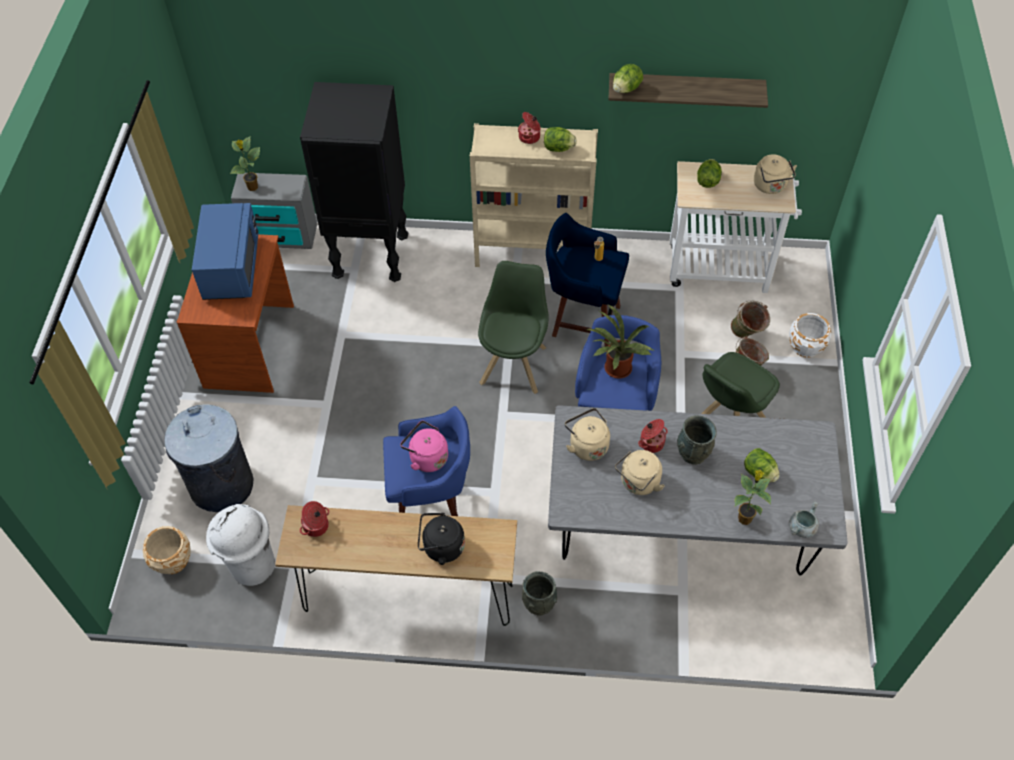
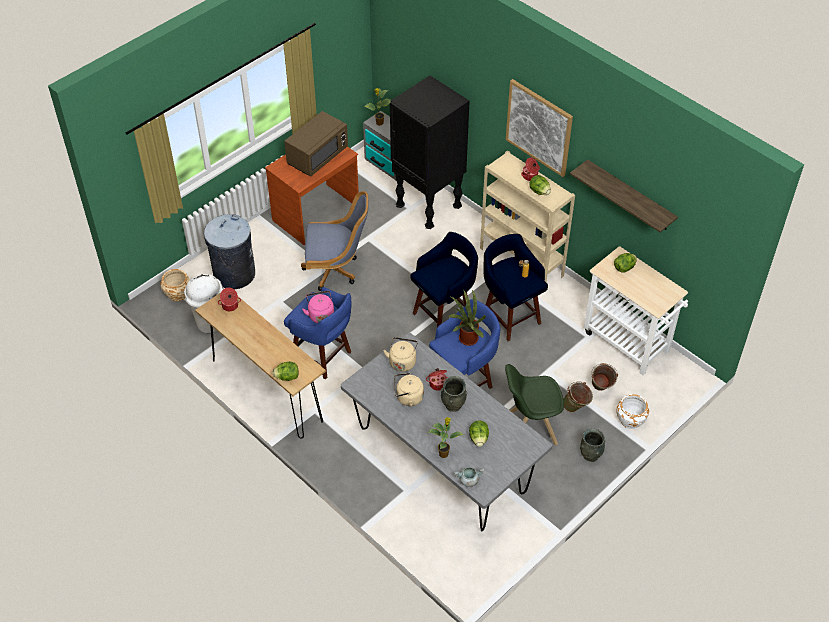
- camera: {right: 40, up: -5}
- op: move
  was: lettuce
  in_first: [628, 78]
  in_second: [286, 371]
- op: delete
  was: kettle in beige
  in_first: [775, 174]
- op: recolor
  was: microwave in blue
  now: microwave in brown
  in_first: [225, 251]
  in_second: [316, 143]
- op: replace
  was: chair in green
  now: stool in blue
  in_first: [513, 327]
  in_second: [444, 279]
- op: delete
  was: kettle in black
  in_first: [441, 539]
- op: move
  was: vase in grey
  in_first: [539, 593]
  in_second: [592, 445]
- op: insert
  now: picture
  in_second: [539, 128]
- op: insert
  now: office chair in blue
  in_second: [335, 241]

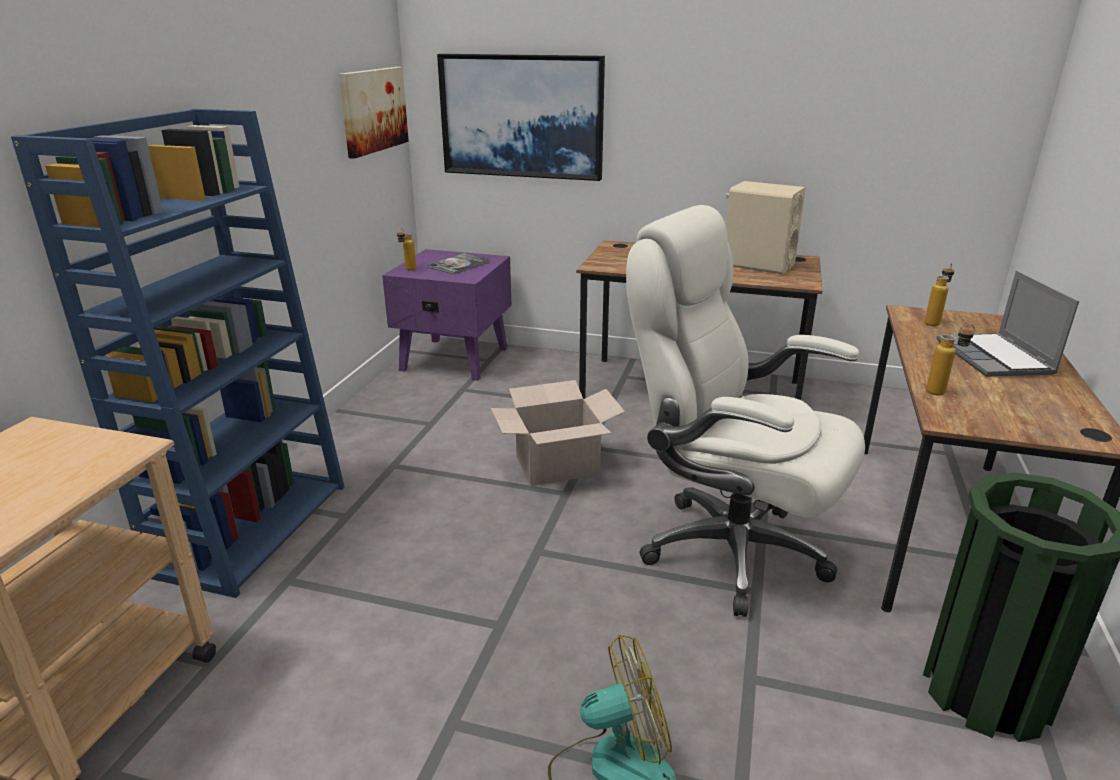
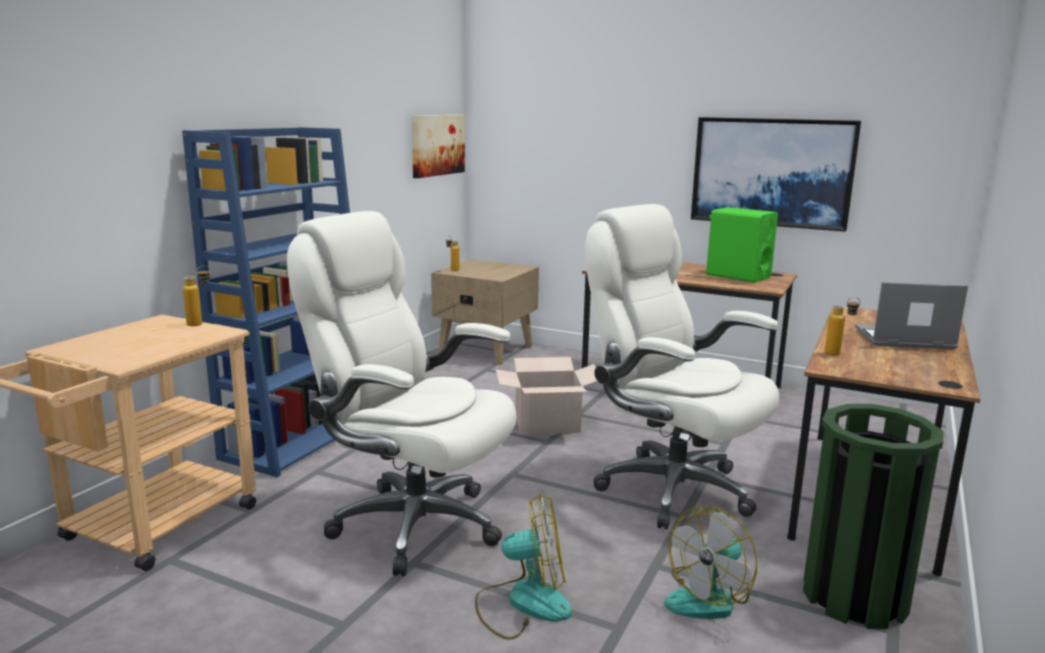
- camera: {right: 10, up: -10}
- op: move
  was: picture
  in_first: [521, 117]
  in_second: [776, 174]
- op: recolor
  was: speaker in beige
  now: speaker in green
  in_first: [765, 227]
  in_second: [742, 245]
- op: recolor
  was: nightstand in purple
  now: nightstand in beige
  in_first: [446, 315]
  in_second: [485, 312]
- op: delete
  was: book
  in_first: [459, 263]
- op: move
  was: bottle
  in_first: [939, 294]
  in_second: [196, 295]
- op: rotate
  was: laptop
  in_first: [1008, 324]
  in_second: [911, 315]
  clockwise: 90
- op: insert
  now: office chair in white
  in_second: [401, 393]
- op: insert
  now: fan
  in_second: [711, 562]

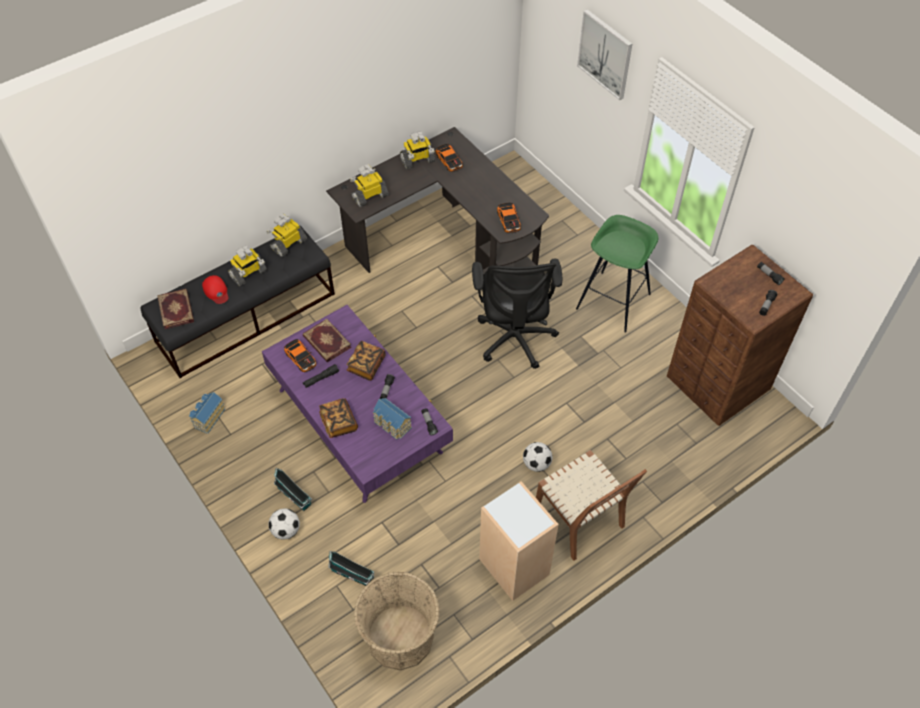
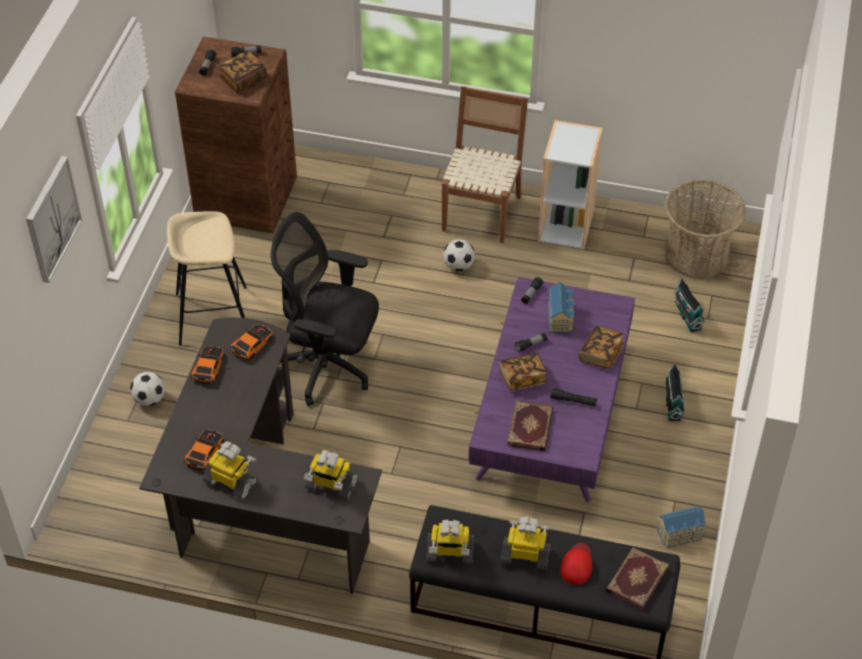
- camera: {right: -130, up: -5}
- op: recolor
  was: stool in green
  now: stool in beige
  in_first: [617, 274]
  in_second: [206, 278]
- op: rotate
  was: office chair in black
  in_first: [517, 313]
  in_second: [325, 309]
  clockwise: -120
- op: move
  was: toy car
  in_first: [300, 355]
  in_second: [207, 364]
- op: move
  was: football
  in_first: [284, 524]
  in_second: [147, 389]
- op: insert
  now: book
  in_second: [242, 71]

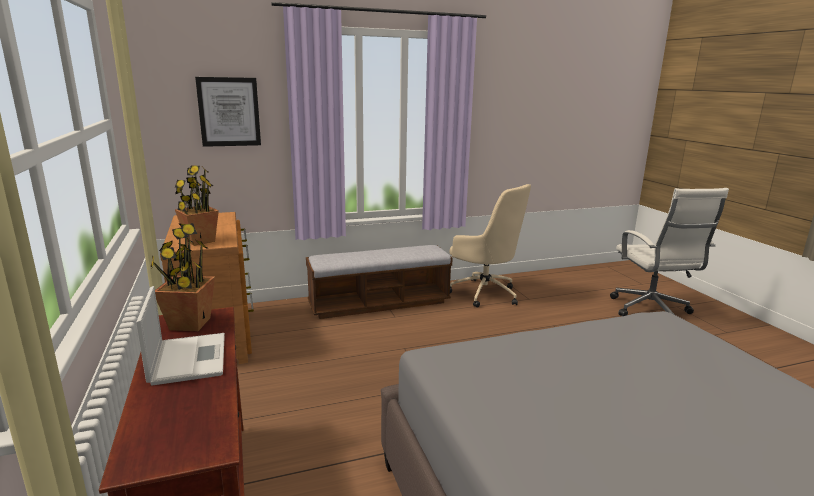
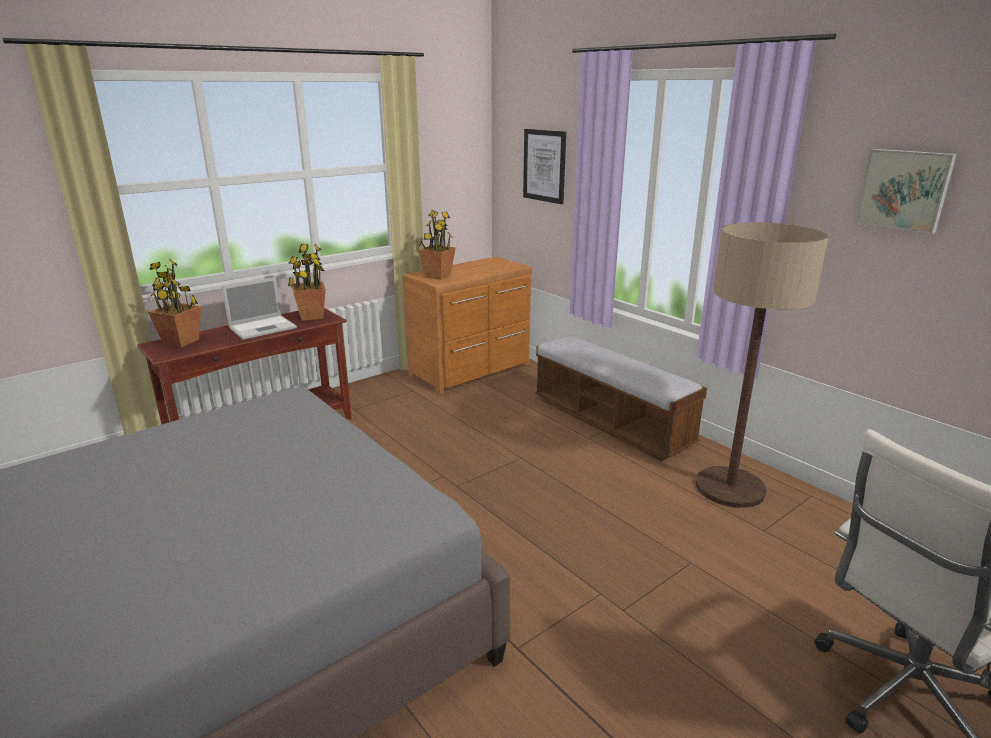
- camera: {right: 70, up: 5}
- op: replace
  was: office chair in beige
  now: floor lamp
  in_first: [490, 245]
  in_second: [762, 365]
- op: insert
  now: picture
  in_second: [905, 191]
- op: insert
  now: potted plant
  in_second: [174, 302]

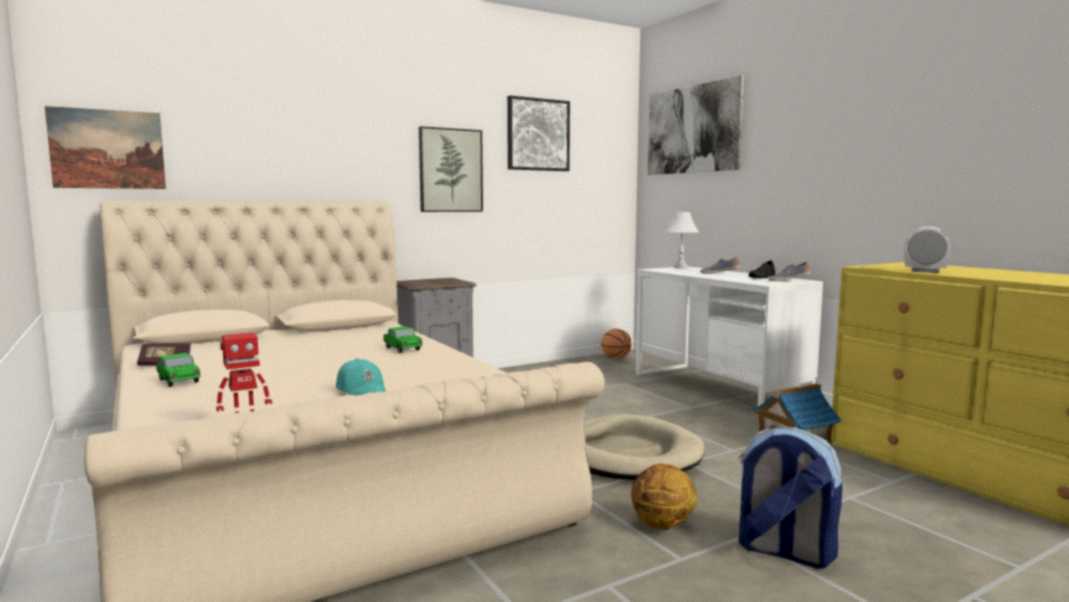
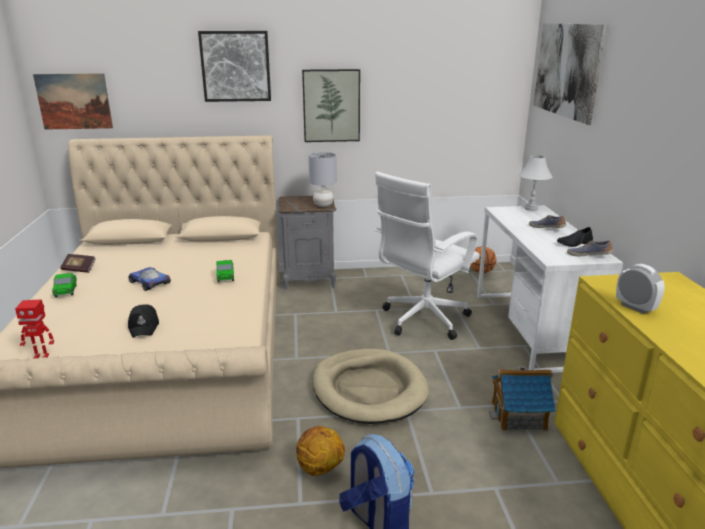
- camera: {right: 25, up: 15}
- op: move
  was: picture
  in_first: [538, 133]
  in_second: [234, 66]
- op: recolor
  was: cap in turquoise
  now: cap in black
  in_first: [361, 377]
  in_second: [143, 321]
- op: insert
  now: table lamp in grey
  in_second: [322, 179]
- op: insert
  now: office chair in white
  in_second: [427, 256]
- op: insert
  now: toy car
  in_second: [150, 279]

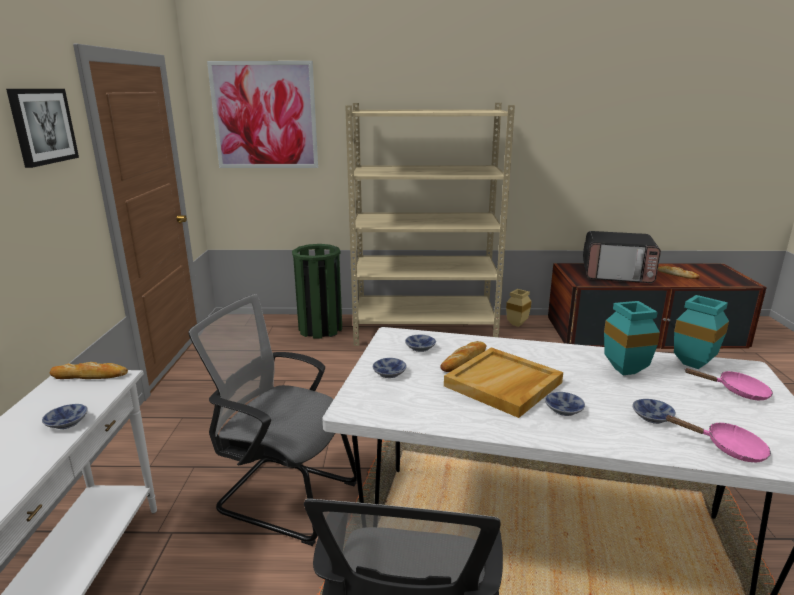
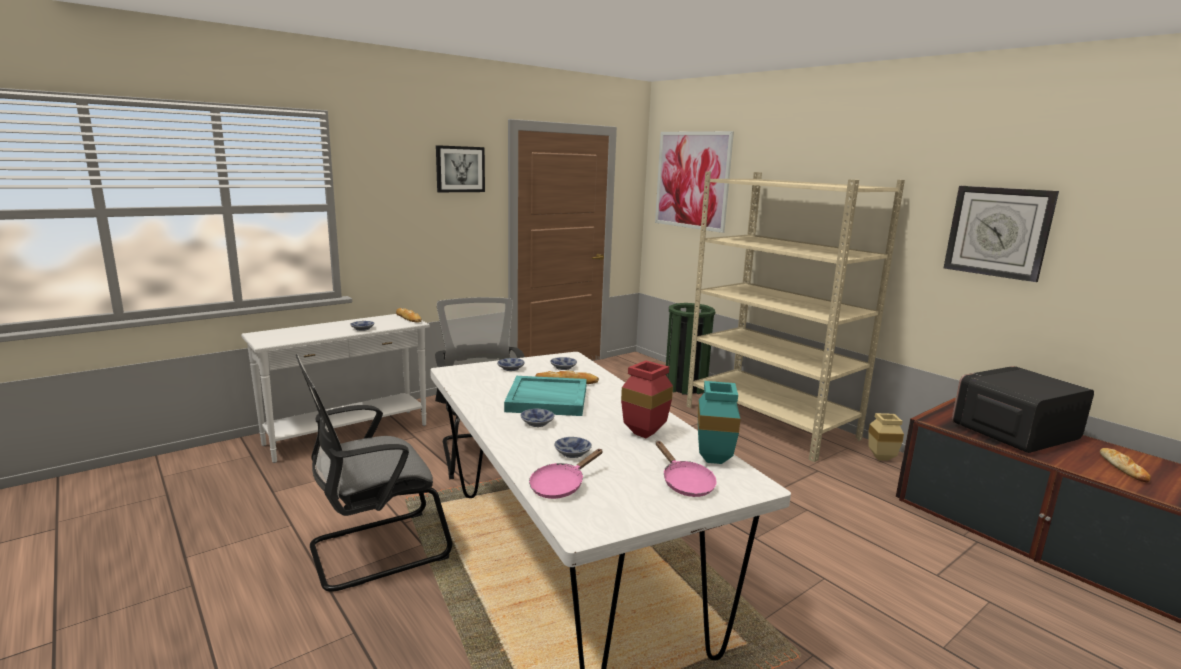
- camera: {right: 50, up: -5}
- op: rotate
  was: microwave
  in_first: [622, 257]
  in_second: [1023, 409]
  clockwise: 90
- op: recolor
  was: vase in turquoise
  now: vase in red
  in_first: [632, 338]
  in_second: [647, 399]
- op: recolor
  was: tray in beige
  now: tray in turquoise
  in_first: [503, 382]
  in_second: [545, 396]
- op: rotate
  was: frying pan in pink
  in_first: [718, 438]
  in_second: [566, 474]
  clockwise: 60
- op: insert
  now: wall clock
  in_second: [1001, 234]

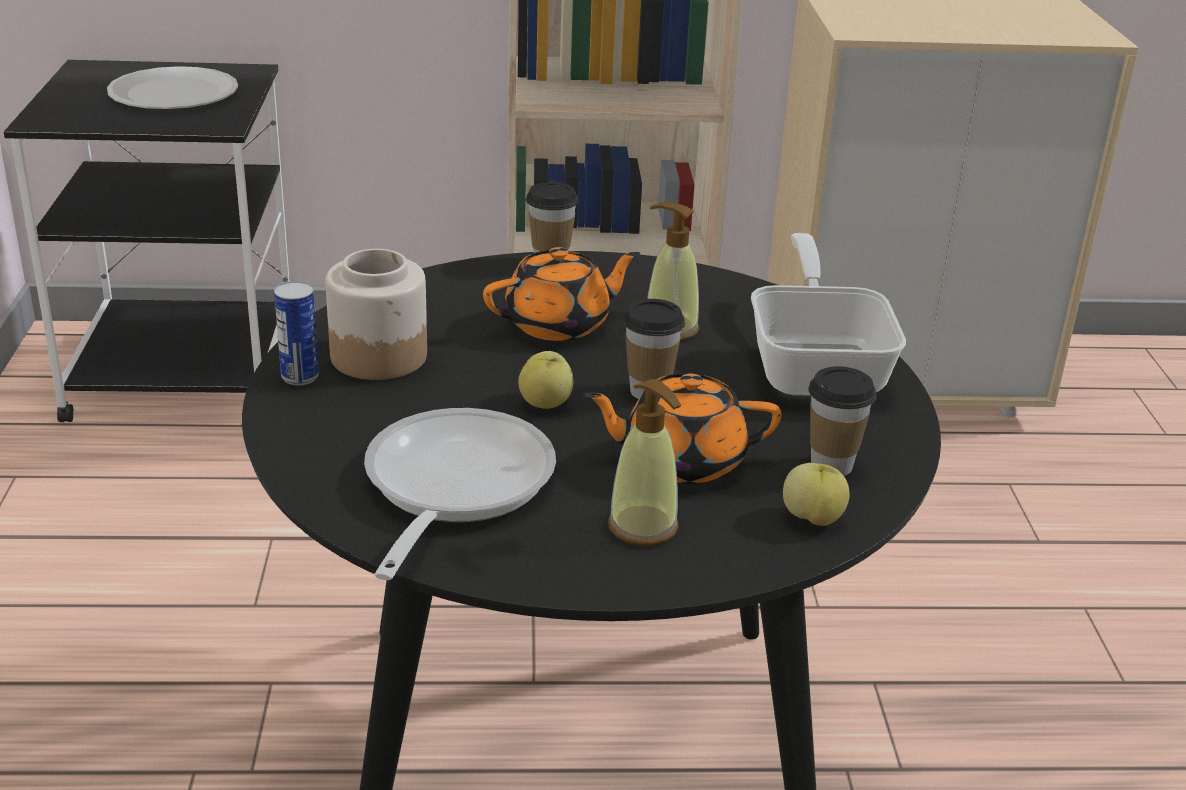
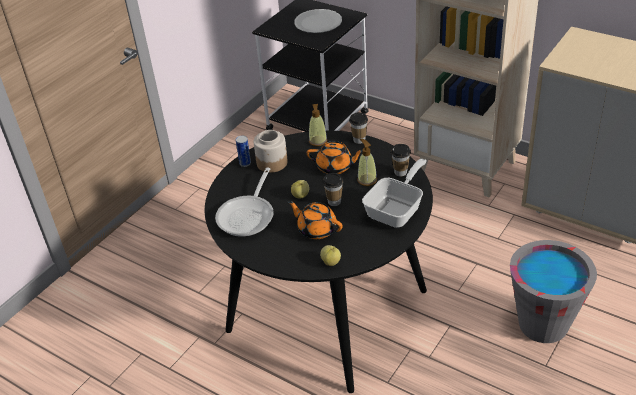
- camera: {right: 40, up: 10}
- op: move
  was: cup
  in_first: [842, 421]
  in_second: [401, 160]
- op: move
  was: soap dispenser
  in_first: [644, 462]
  in_second: [318, 125]
- op: rotate
  was: frying pan
  in_first: [460, 494]
  in_second: [244, 202]
  clockwise: 150
- op: insert
  now: bucket in grey
  in_second: [553, 291]

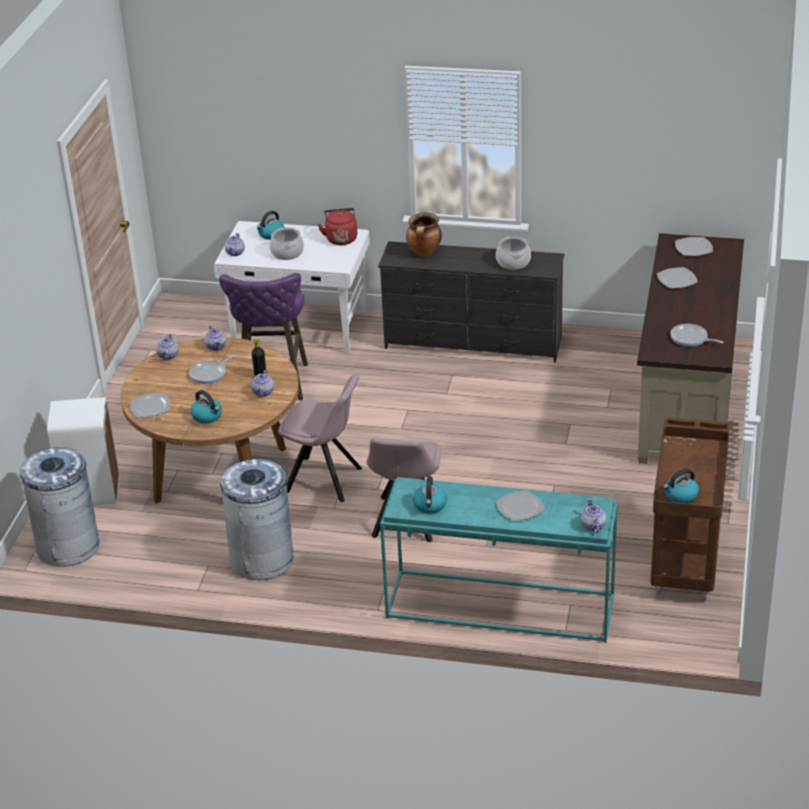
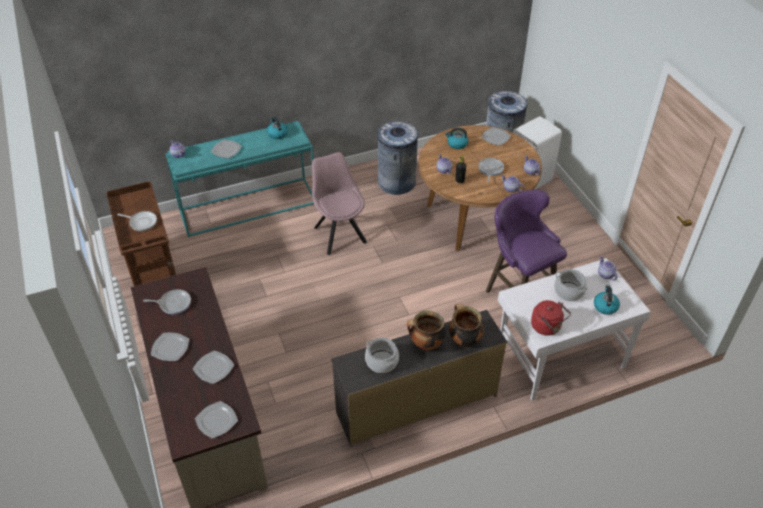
- camera: {right: 145, up: 10}
- op: delete
  was: chair in pink
  in_first: [320, 437]
- op: delete
  was: kettle
  in_first: [681, 486]
- op: insert
  now: frying pan
  in_second: [137, 221]
- op: insert
  now: cooking pot
  in_second: [426, 330]
- op: insert
  now: plate
  in_second: [170, 347]

